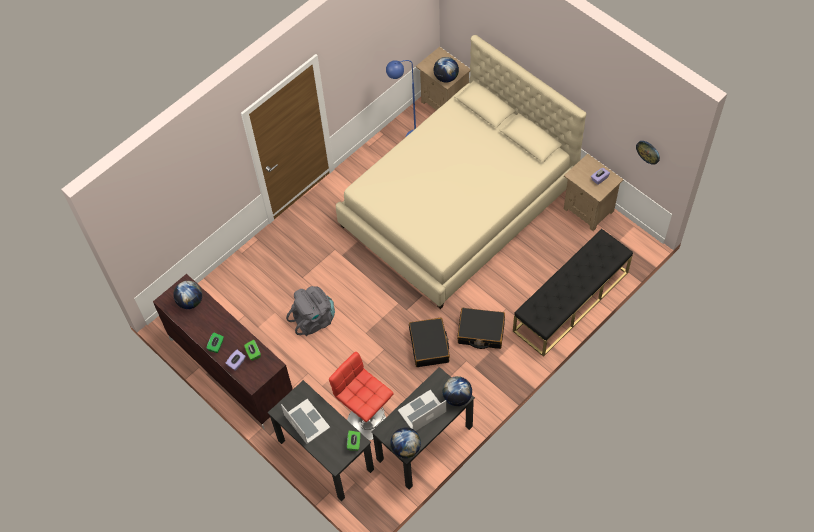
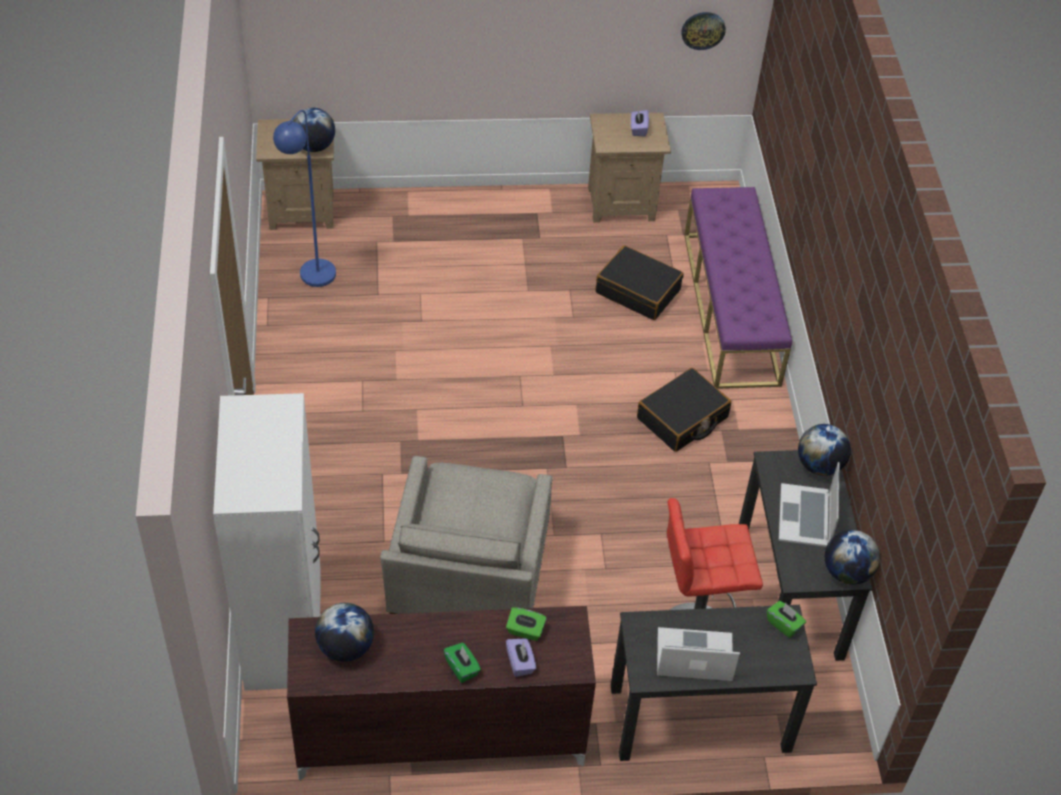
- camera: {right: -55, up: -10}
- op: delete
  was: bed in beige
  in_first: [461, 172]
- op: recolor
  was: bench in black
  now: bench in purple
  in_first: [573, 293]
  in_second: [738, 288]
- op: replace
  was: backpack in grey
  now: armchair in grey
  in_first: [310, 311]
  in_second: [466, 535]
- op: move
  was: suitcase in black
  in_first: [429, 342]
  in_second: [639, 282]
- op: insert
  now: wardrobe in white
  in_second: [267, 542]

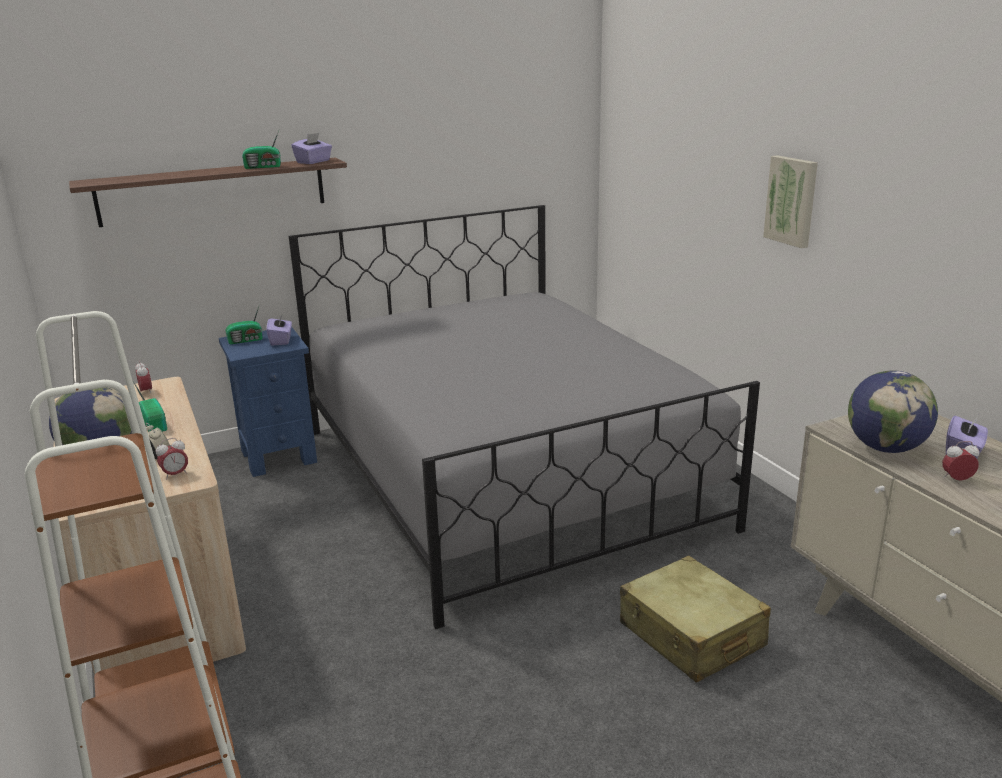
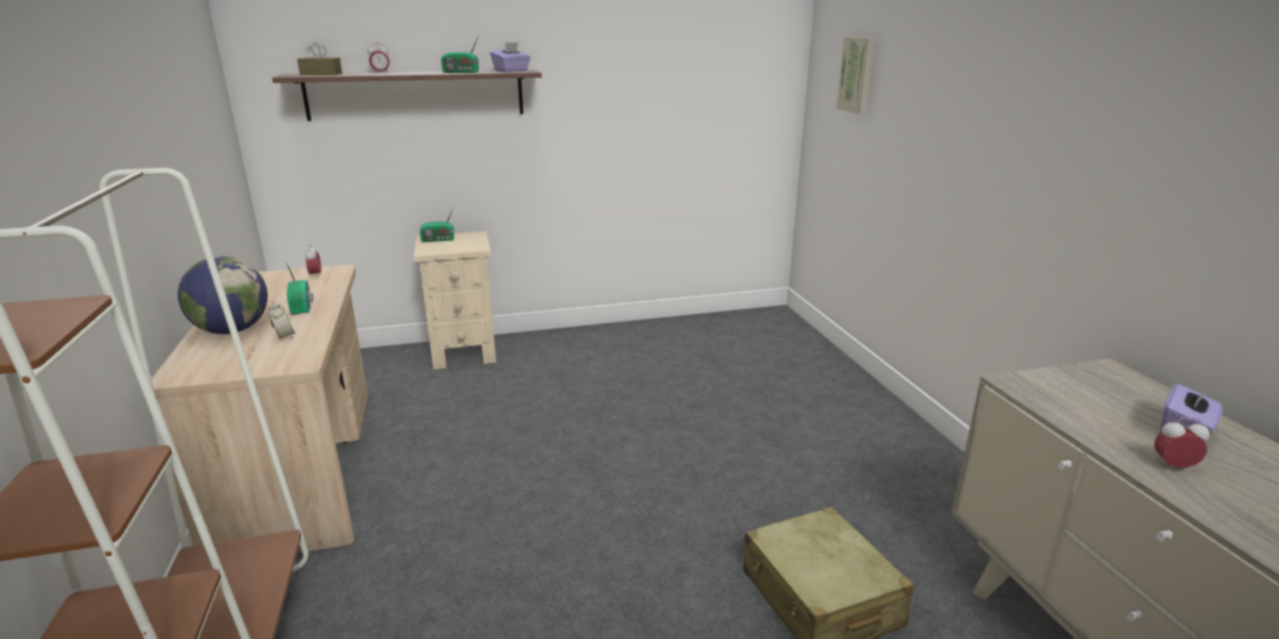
- camera: {right: 10, up: 0}
- op: move
  was: picture
  in_first: [790, 201]
  in_second: [856, 75]
- op: delete
  was: bed in grey
  in_first: [524, 417]
- op: delete
  was: tissue box in purple
  in_first: [279, 329]
- op: recolor
  was: nightstand in blue
  now: nightstand in beige
  in_first: [268, 402]
  in_second: [455, 300]
- op: delete
  was: globe
  in_first: [893, 411]
- op: move
  was: alarm clock
  in_first: [172, 459]
  in_second: [378, 58]
- op: insert
  now: tissue box in brown
  in_second: [319, 58]

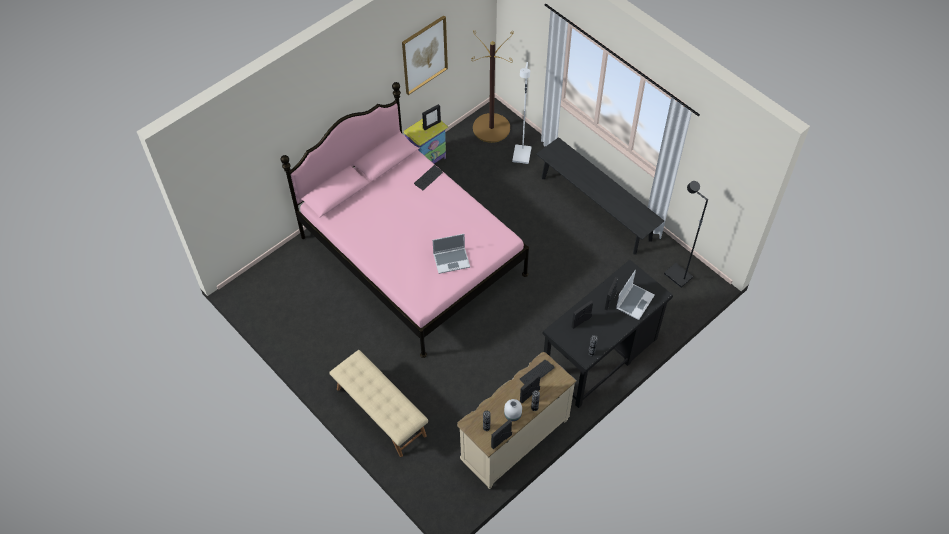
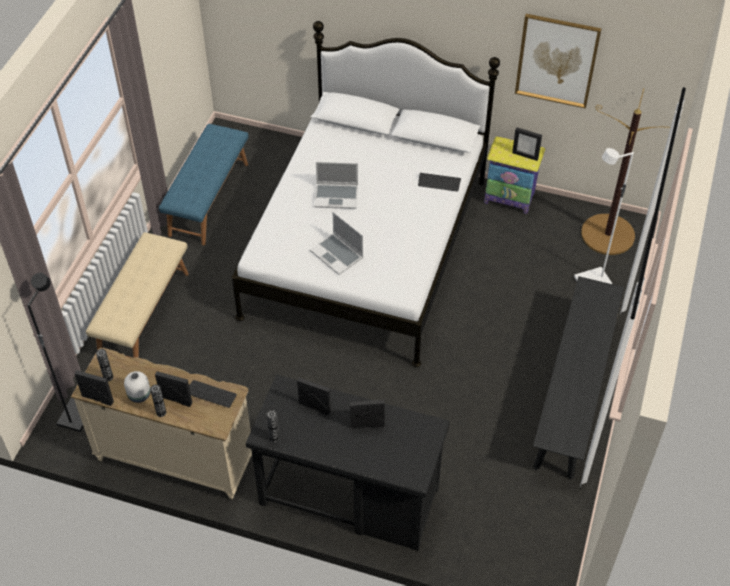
- camera: {right: 60, up: -5}
- op: recolor
  was: bed in pink
  now: bed in white
  in_first: [405, 220]
  in_second: [366, 194]
- op: move
  was: floor lamp in black
  in_first: [686, 234]
  in_second: [55, 352]
- op: move
  was: laptop
  in_first: [635, 295]
  in_second: [336, 185]
- op: insert
  now: bench in blue
  in_second: [204, 184]

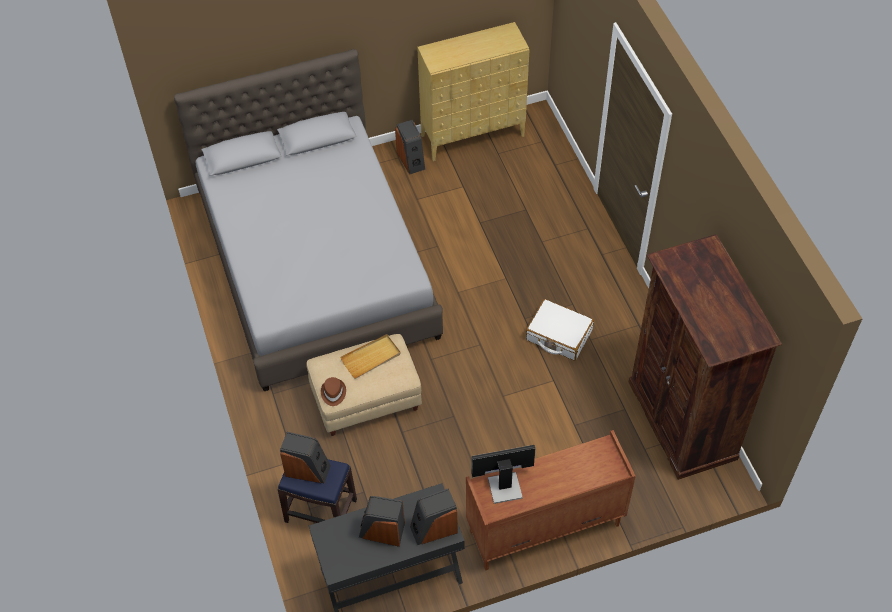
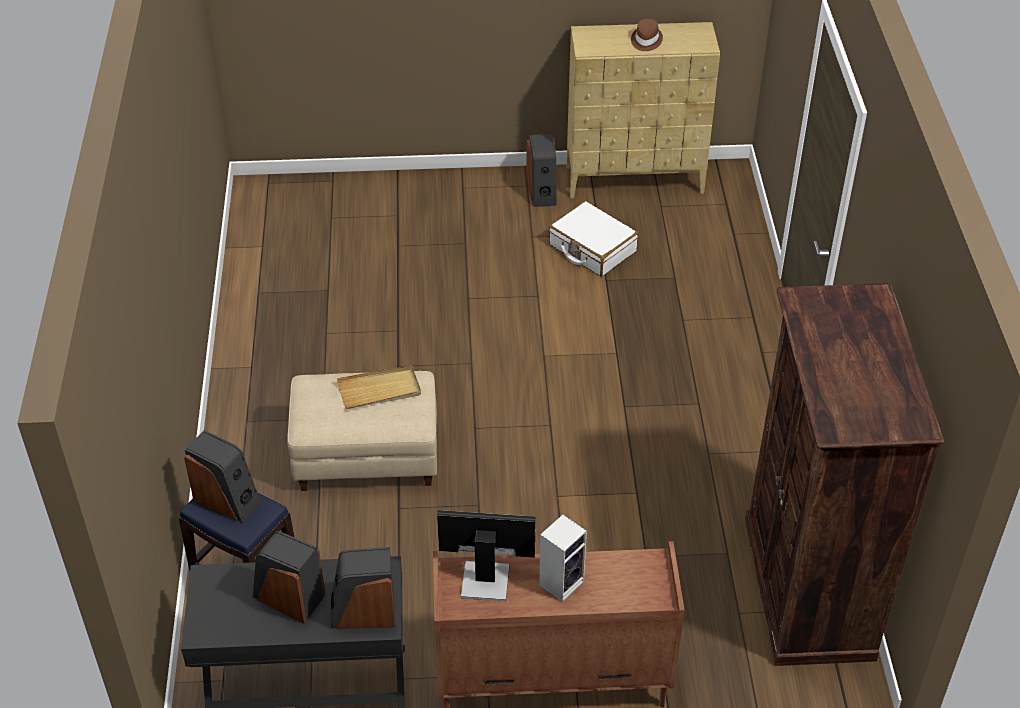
- camera: {right: 15, up: -10}
- op: delete
  was: bed in grey
  in_first: [308, 220]
- op: move
  was: suitcase in white
  in_first: [560, 330]
  in_second: [593, 239]
- op: move
  was: hat in brown
  in_first: [333, 391]
  in_second: [647, 35]
- op: insert
  now: speaker
  in_second: [563, 558]

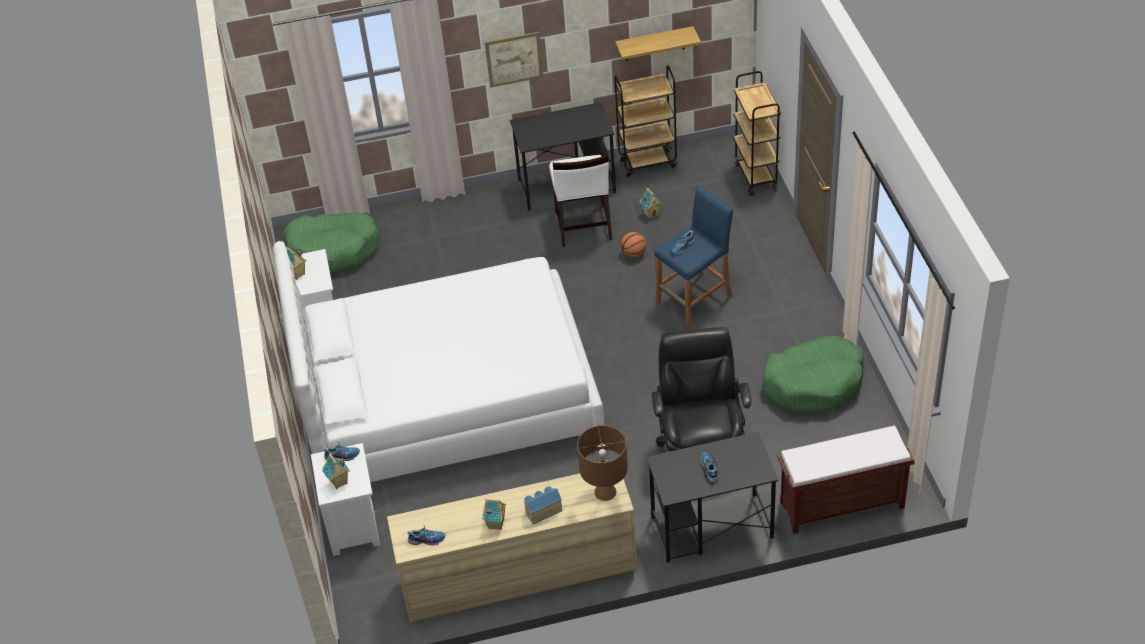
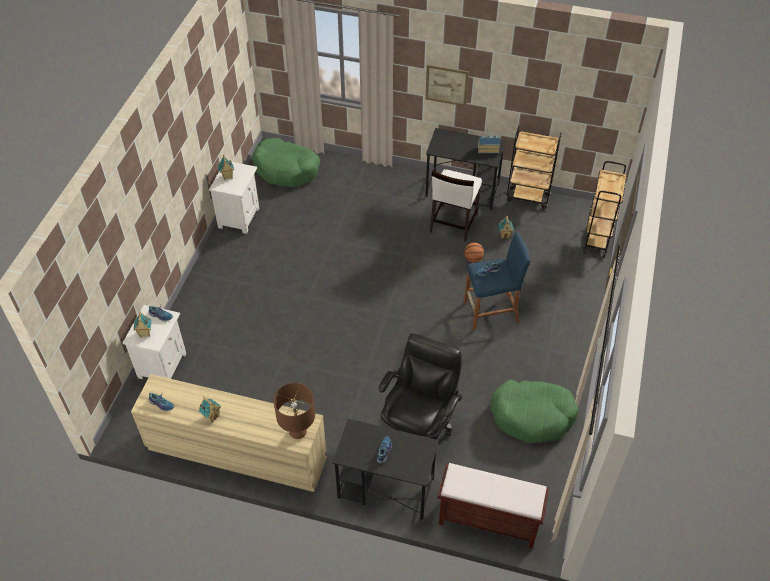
- camera: {right: 25, up: 5}
- op: delete
  was: shelf
  in_first: [658, 43]
- op: delete
  was: bed in white
  in_first: [438, 361]
- op: move
  was: toy house
  in_first: [543, 505]
  in_second: [489, 144]

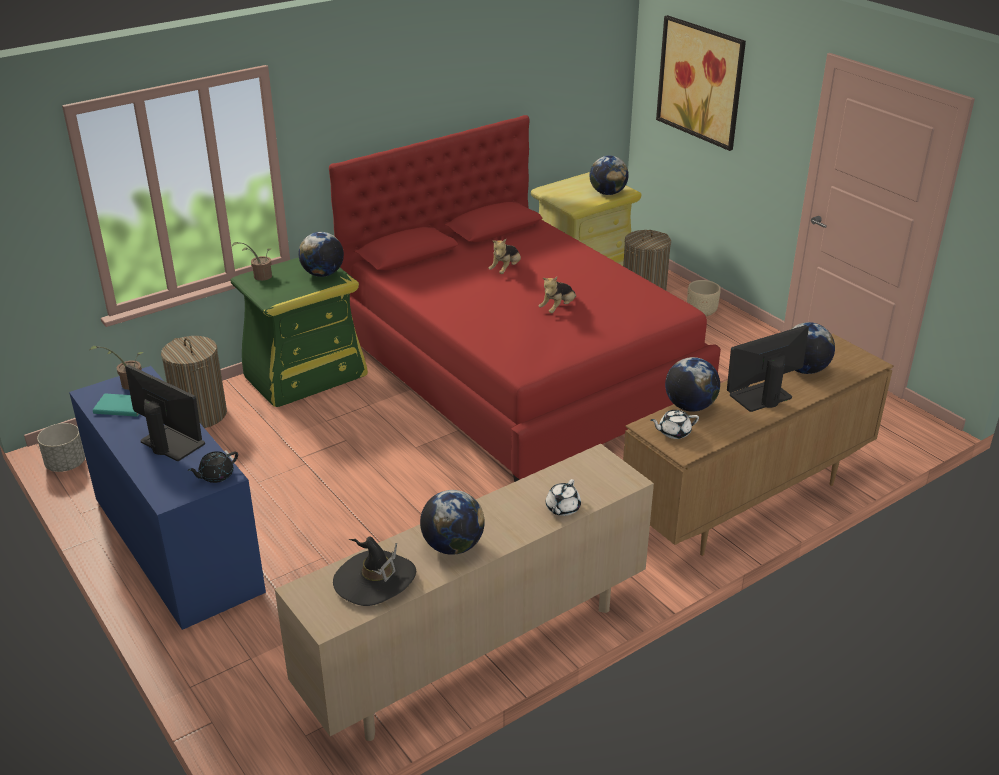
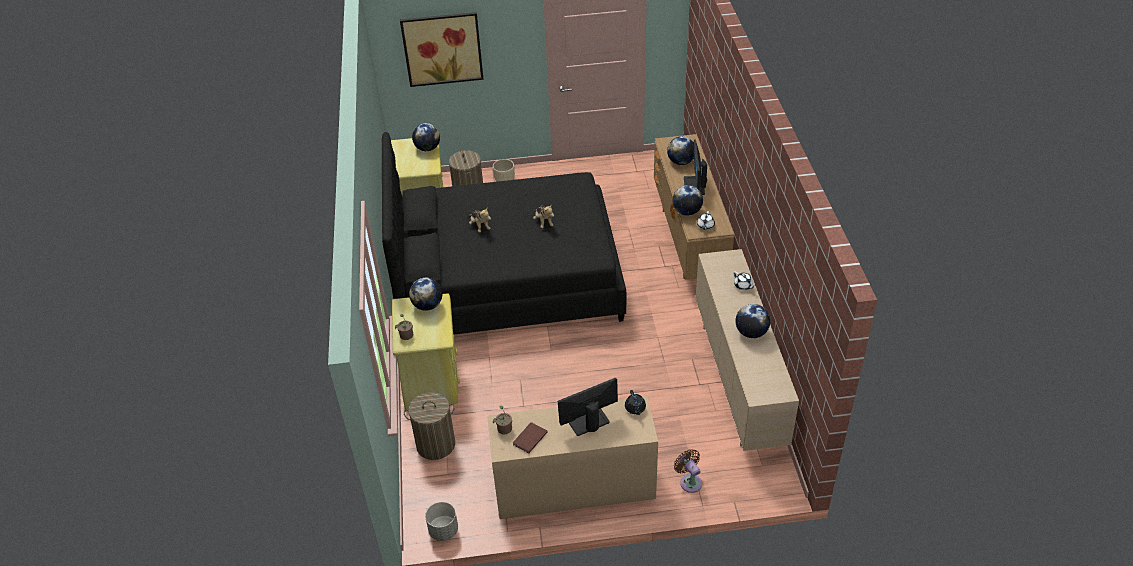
- camera: {right: -60, up: 10}
- op: recolor
  was: bed in red
  now: bed in black
  in_first: [525, 298]
  in_second: [504, 233]
- op: recolor
  was: nightstand in green
  now: nightstand in yellow
  in_first: [299, 332]
  in_second: [426, 351]
- op: recolor
  was: dresser in blue
  now: dresser in beige
  in_first: [167, 498]
  in_second: [572, 457]
- op: recolor
  was: book in turquoise
  now: book in brown
  in_first: [116, 405]
  in_second: [530, 437]
- op: delete
  was: hat in black
  in_first: [374, 571]
- op: insert
  now: fan in brown
  in_second: [688, 471]

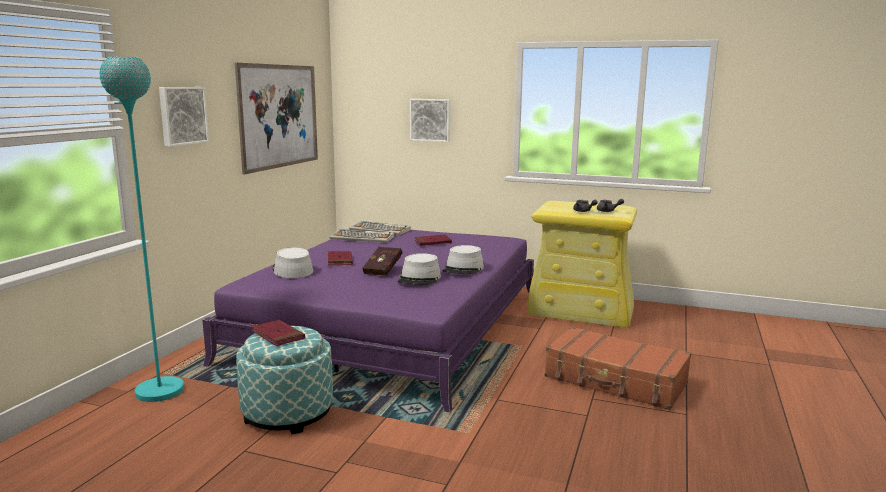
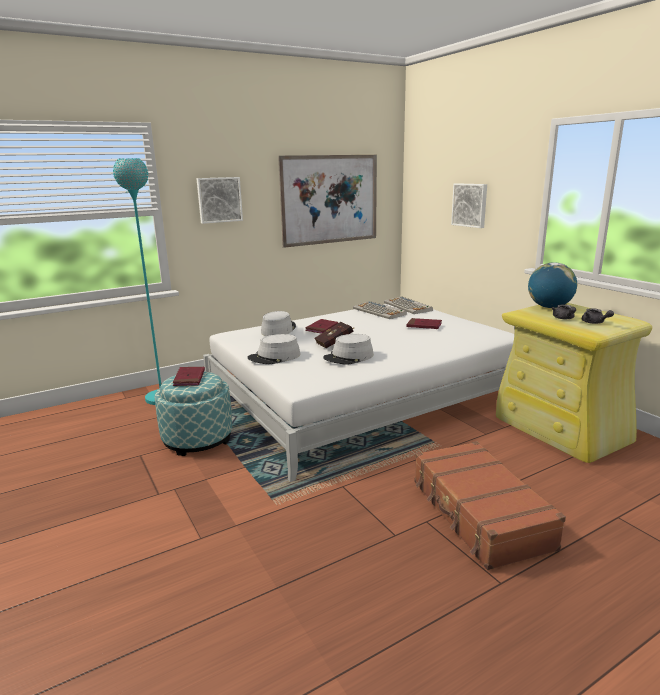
- camera: {right: 40, up: 5}
- op: recolor
  was: bed in purple
  now: bed in white
  in_first: [368, 321]
  in_second: [359, 393]
- op: move
  was: hat in grey
  in_first: [463, 259]
  in_second: [274, 349]
- op: insert
  now: globe
  in_second: [552, 285]

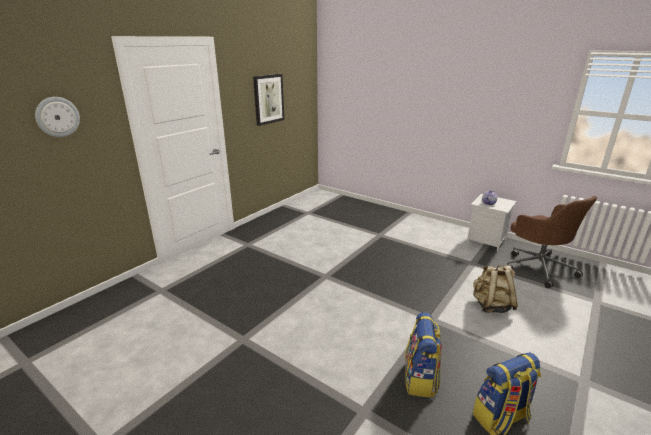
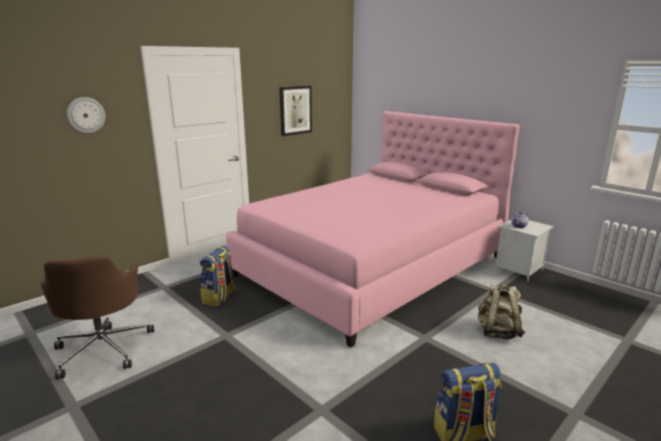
- camera: {right: 10, up: -5}
- op: move
  was: office chair in brown
  in_first: [552, 242]
  in_second: [97, 317]
- op: move
  was: backpack
  in_first: [423, 355]
  in_second: [218, 276]
- op: insert
  now: bed in pink
  in_second: [373, 229]

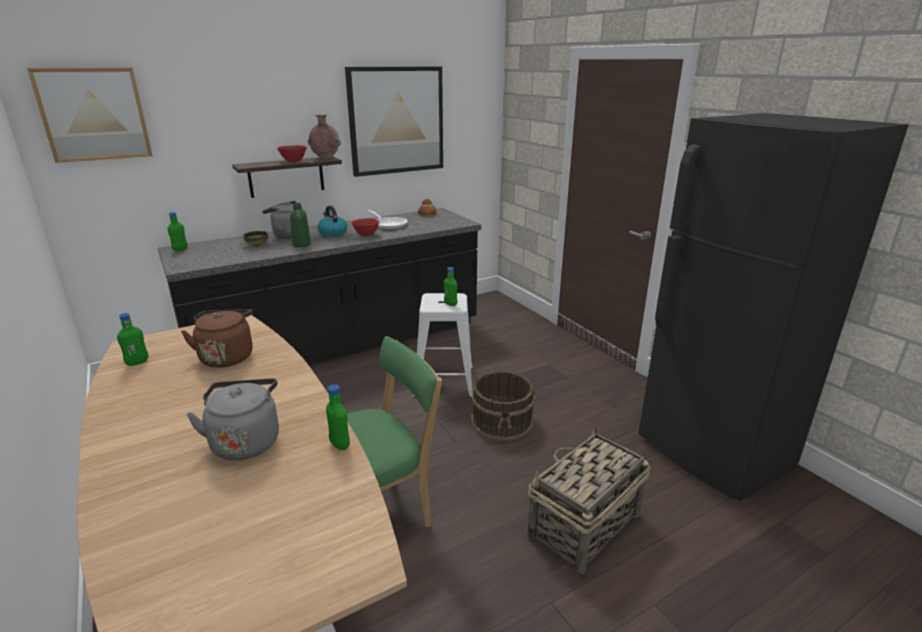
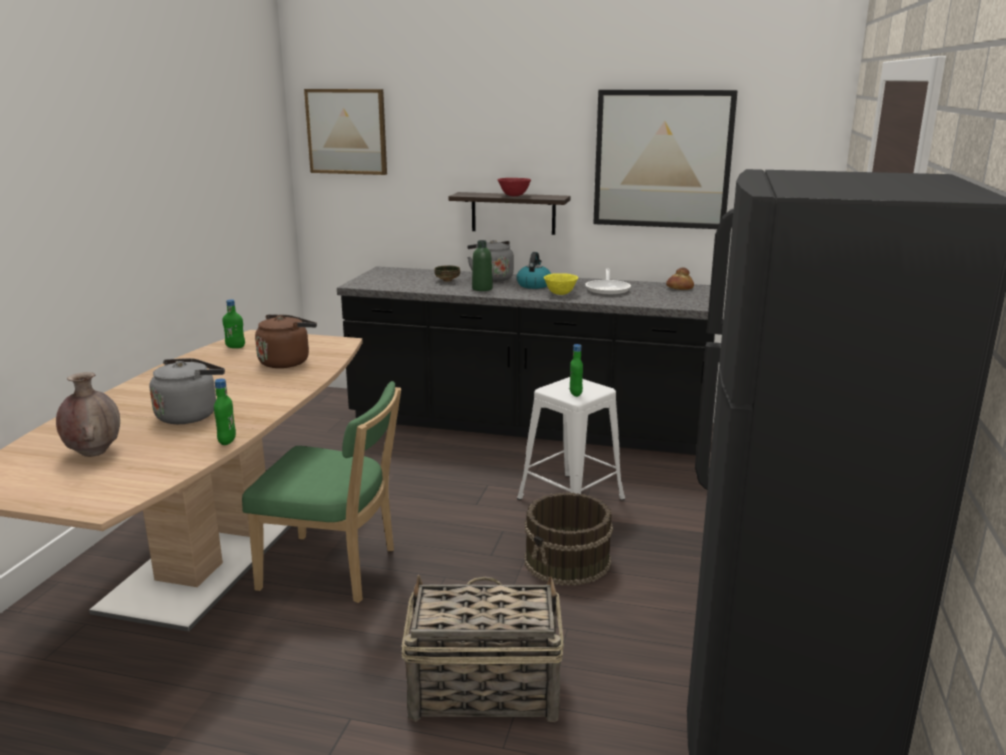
- camera: {right: 45, up: -5}
- op: move
  was: vase in brown
  in_first: [324, 136]
  in_second: [88, 414]
- op: delete
  was: bottle in green
  in_first: [177, 231]
- op: recolor
  was: bowl in red
  now: bowl in yellow
  in_first: [365, 227]
  in_second: [561, 284]

